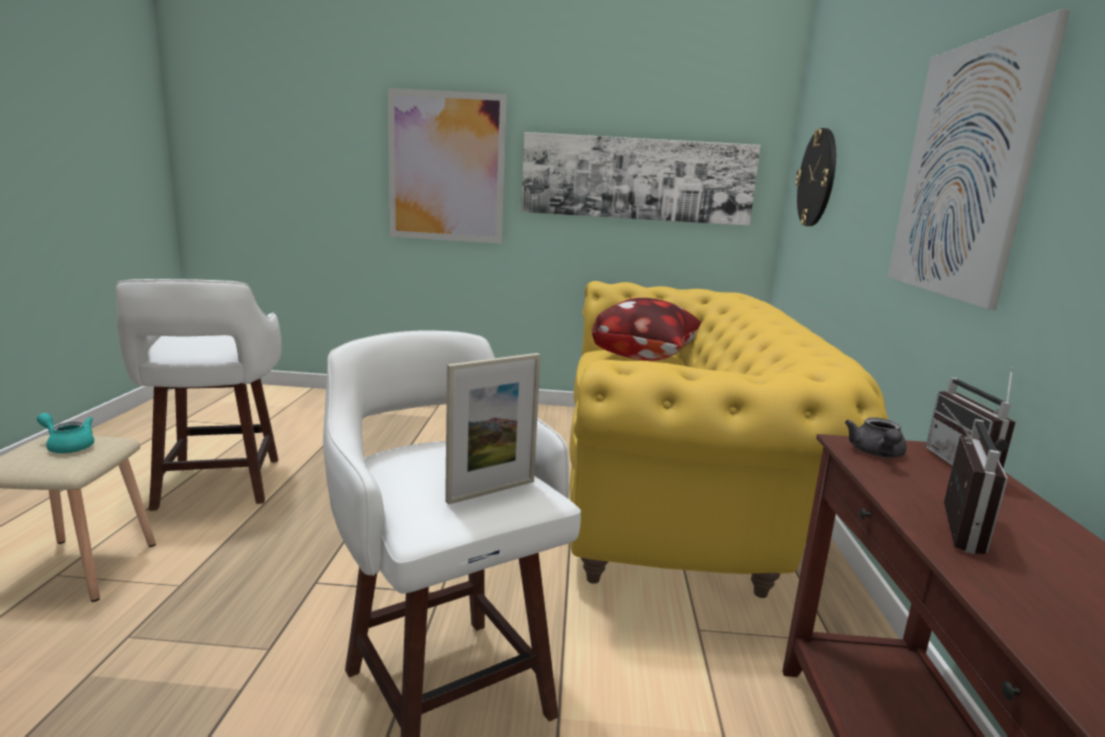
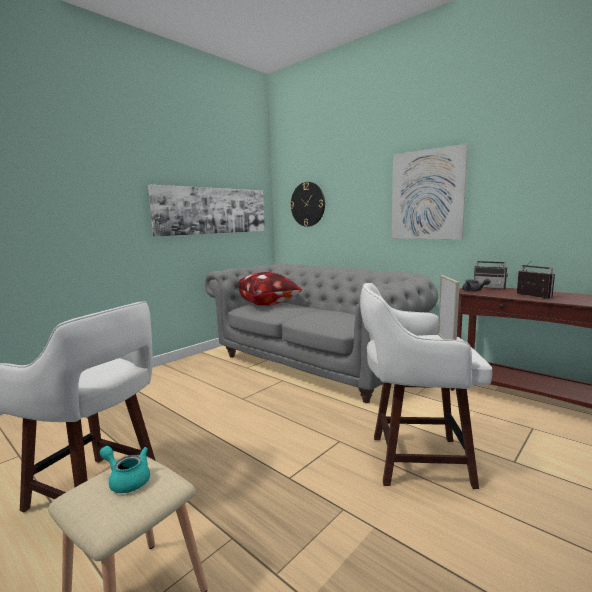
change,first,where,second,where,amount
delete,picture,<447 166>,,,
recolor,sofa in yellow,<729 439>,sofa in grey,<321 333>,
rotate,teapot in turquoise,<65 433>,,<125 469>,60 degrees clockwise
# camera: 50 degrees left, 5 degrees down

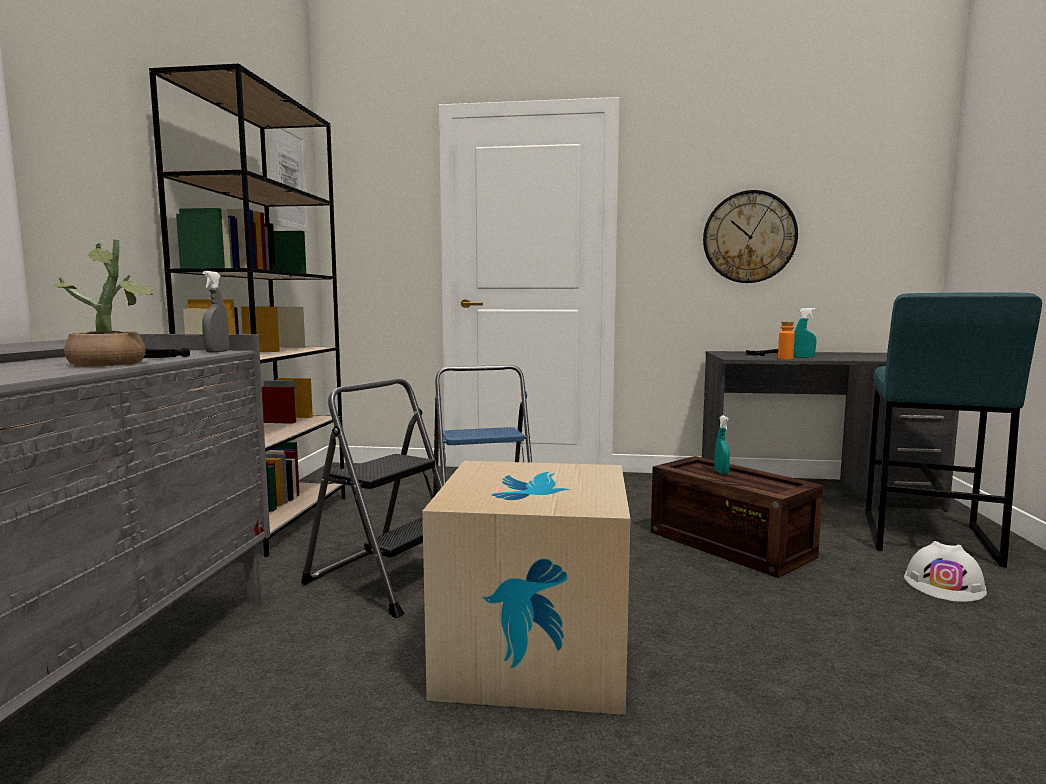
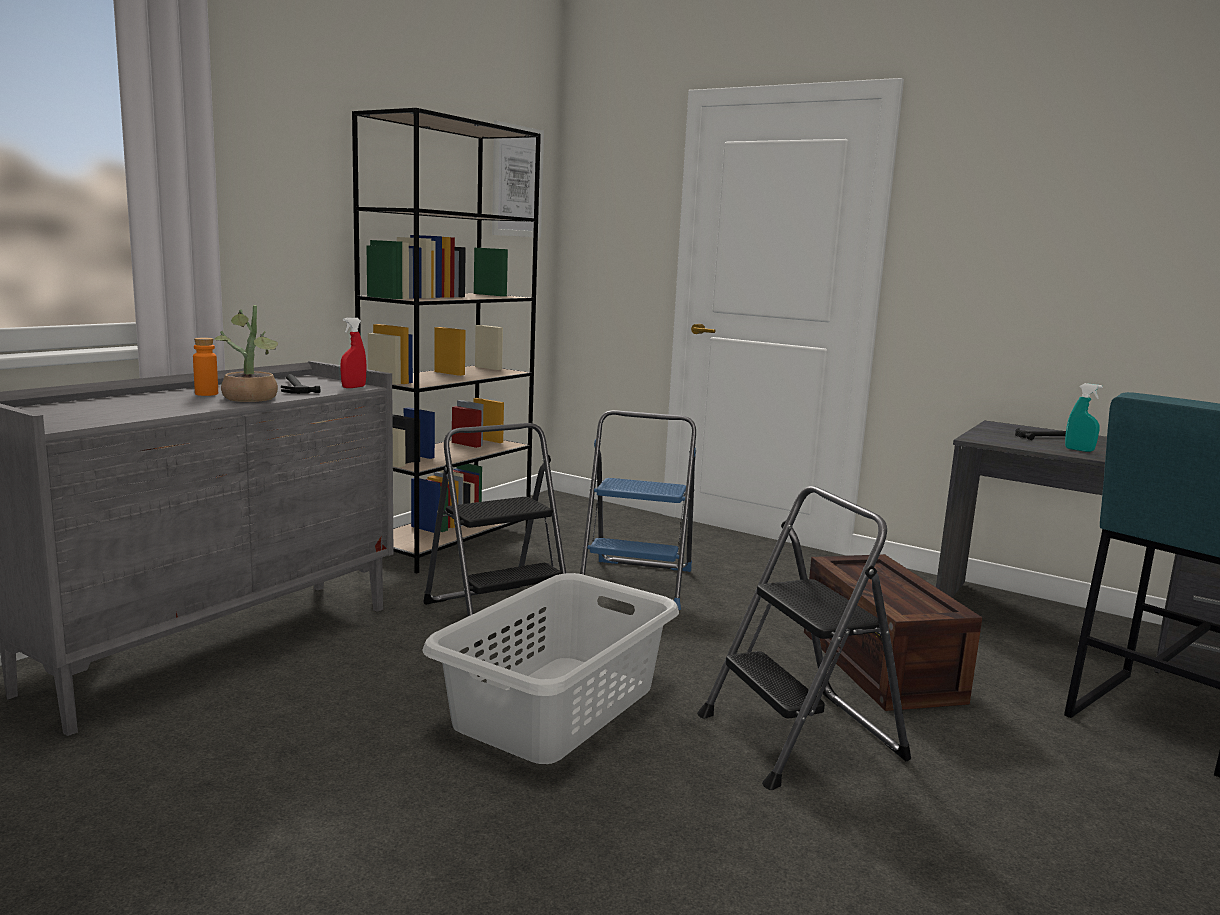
change,first,where,second,where,amount
delete,wall clock,<750 236>,,,
recolor,spray bottle in grey,<215 312>,spray bottle in red,<354 352>,
move,bottle in orange,<786 340>,,<205 367>,
delete,spray bottle in turquoise,<722 445>,,,
replace,cardboard box,<526 588>,laundry basket in grey,<550 668>,
delete,hard hat in white,<945 571>,,,
insert,,,step ladder in black,<804 638>,
# camera: 25 degrees right, 5 degrees up

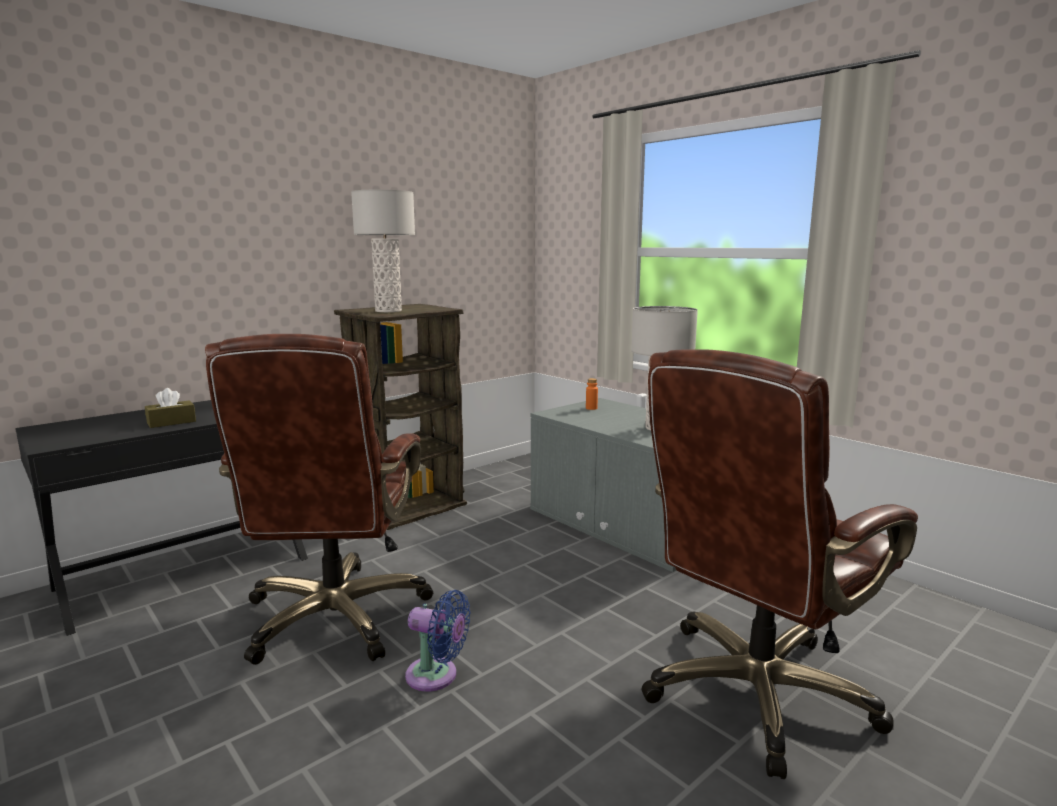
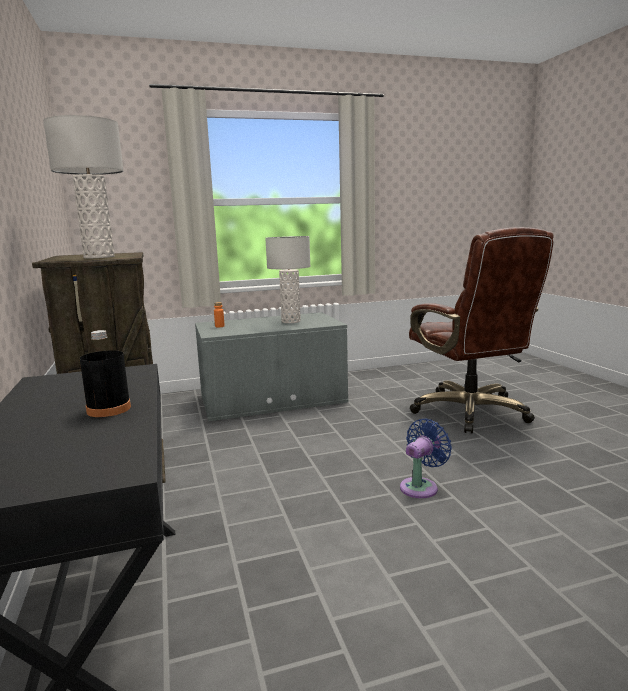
change,first,where,second,where,amount
delete,office chair in brown,<319 499>,,,
replace,tissue box in brown,<170 408>,bottle in black,<105 373>,
# camera: 65 degrees left, 0 degrees up

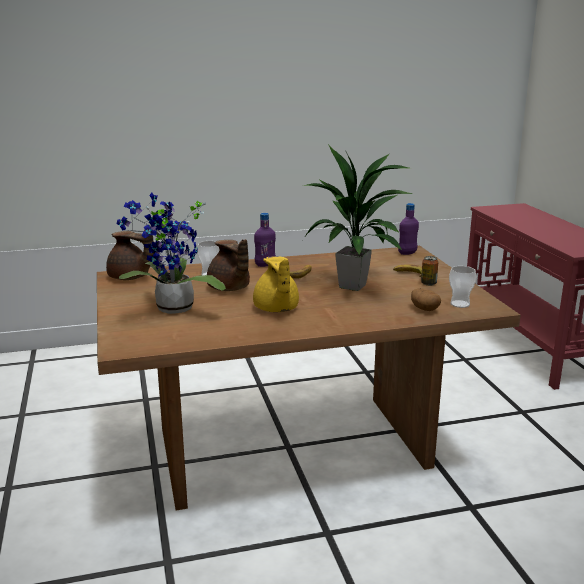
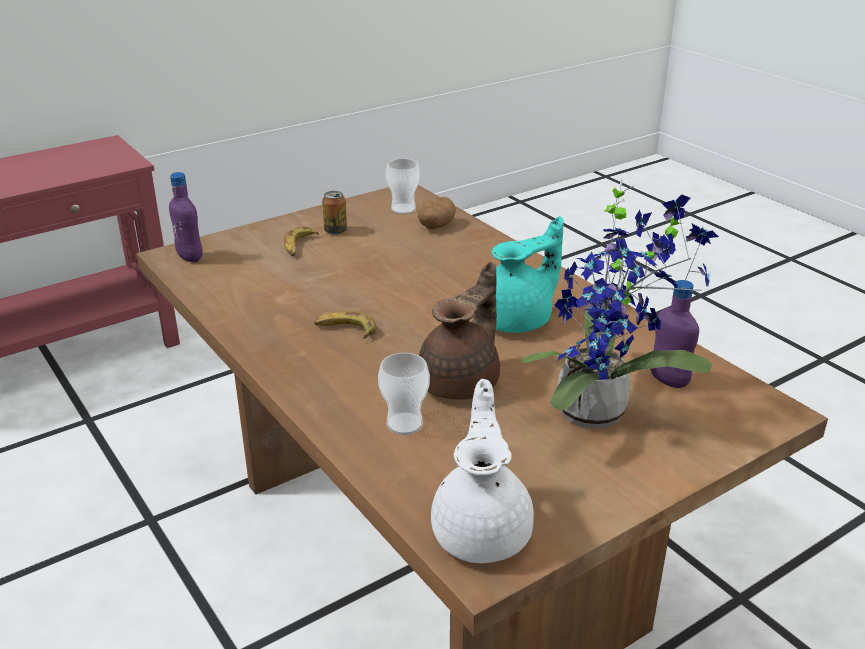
change,first,where,second,where,amount
delete,potted plant,<357 217>,,,
move,bottle in purple,<265 240>,,<674 334>,
recolor,teapot in brown,<130 255>,teapot in white,<482 471>,
recolor,teapot in yellow,<276 284>,teapot in turquoise,<528 274>,
# camera: 110 degrees left, 10 degrees up

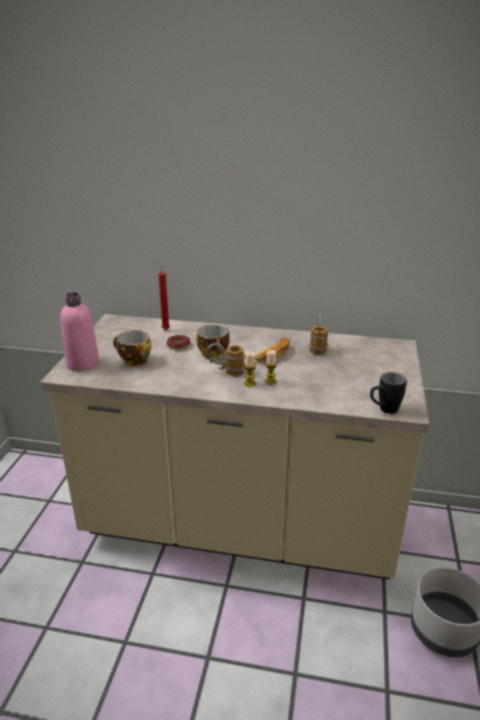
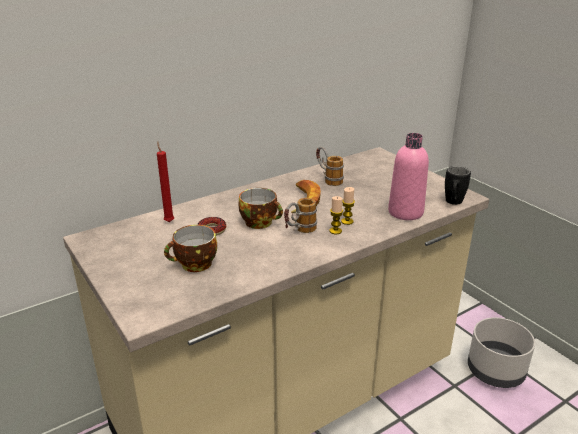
change,first,where,second,where,amount
move,bottle in pink,<79 331>,,<408 176>,
# camera: 45 degrees left, 0 degrees up

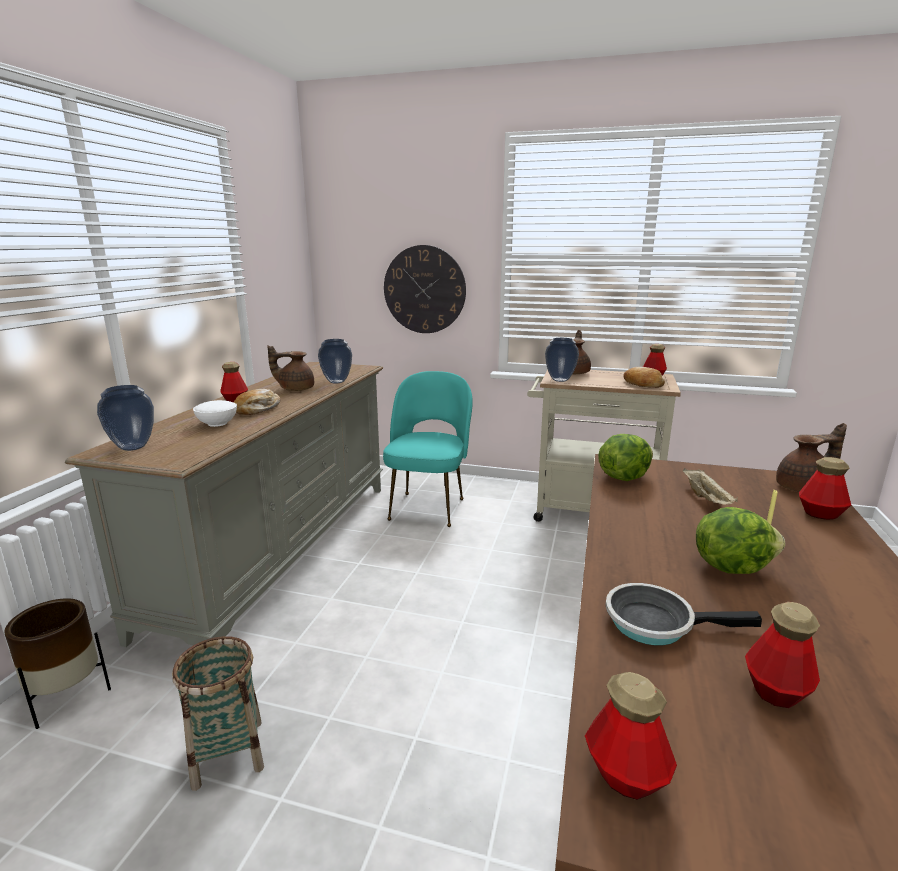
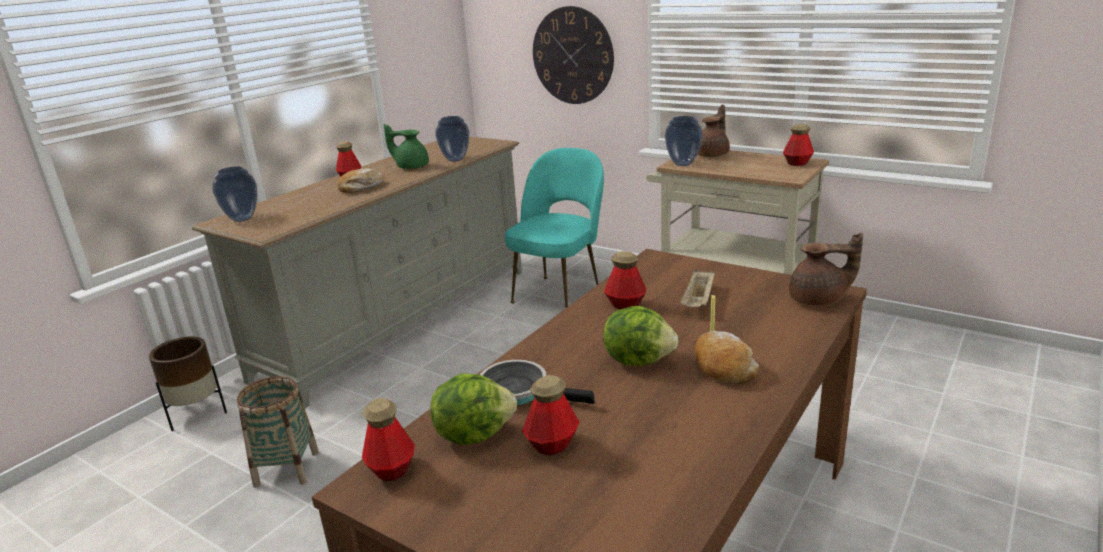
change,first,where,second,where,amount
recolor,teapot in brown,<290 368>,teapot in green,<406 146>,
move,bread,<644 377>,,<726 357>,
delete,bowl in white,<215 413>,,,
move,lettuce,<625 457>,,<473 409>,
move,bottle,<825 488>,,<625 280>,
# camera: 20 degrees right, 5 degrees up

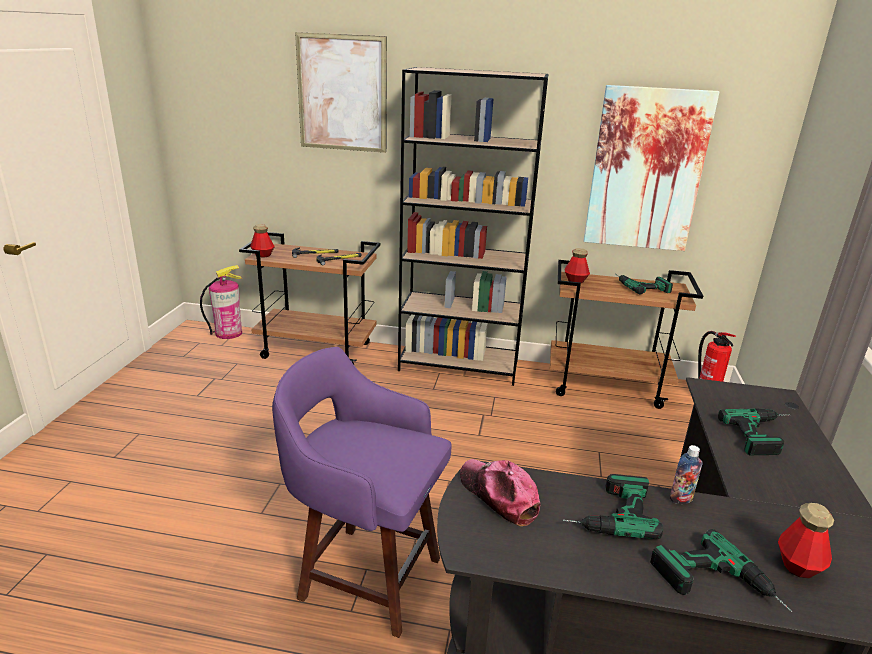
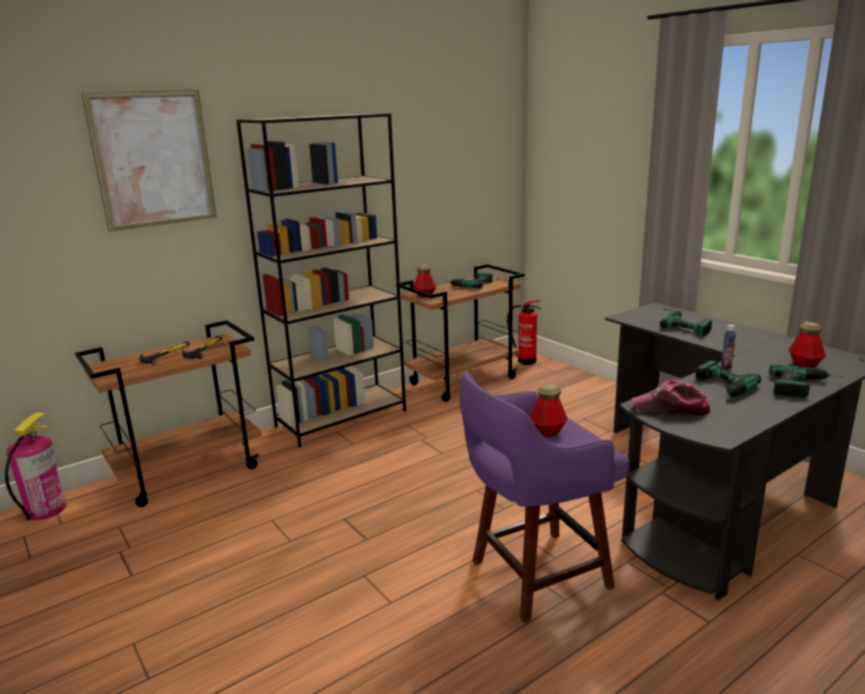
change,first,where,second,where,amount
delete,picture,<651 168>,,,
move,bottle,<262 240>,,<549 410>,
# camera: 45 degrees left, 5 degrees down

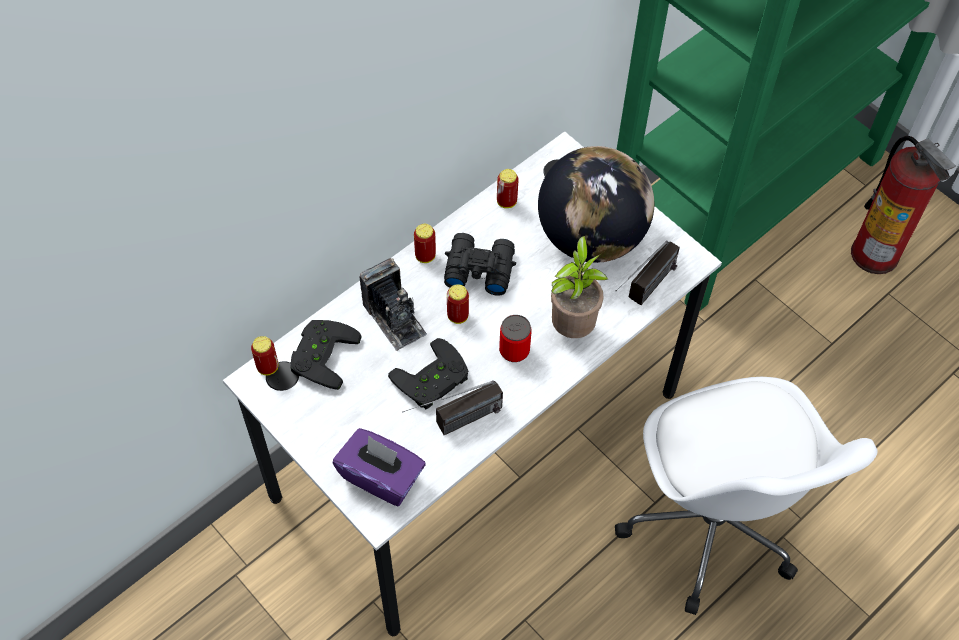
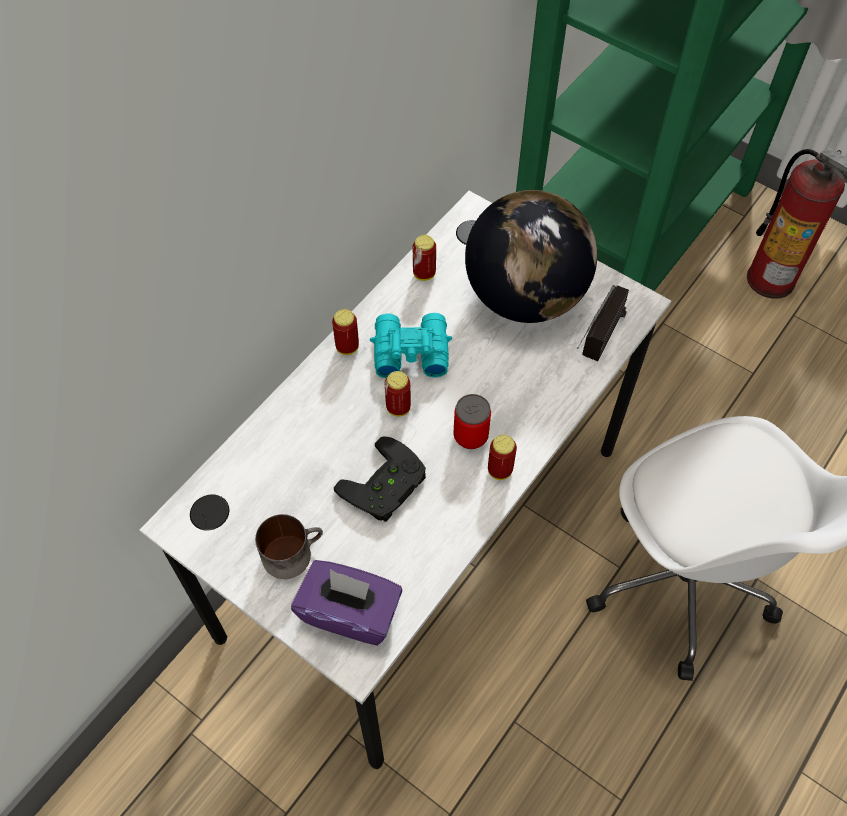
change,first,where,second,where,amount
recolor,binoculars in black,<480 264>,binoculars in turquoise,<411 345>,
delete,potted plant,<579 287>,,,
delete,photo camera,<393 304>,,,
delete,game controller in black,<326 355>,,,
move,can,<264 355>,,<502 457>,
delete,radio,<452 407>,,,
insert,,,mug,<289 546>,
# camera: 10 degrees left, 0 degrees up

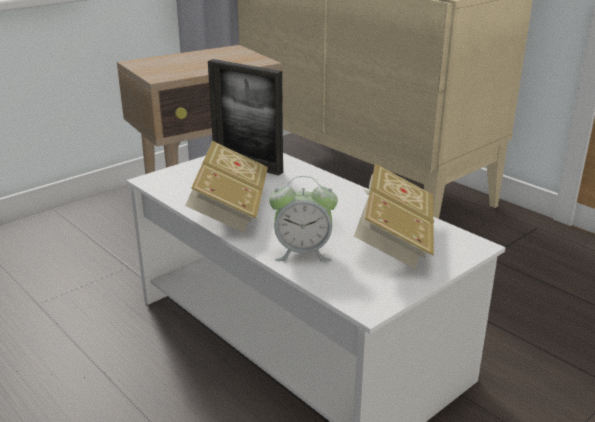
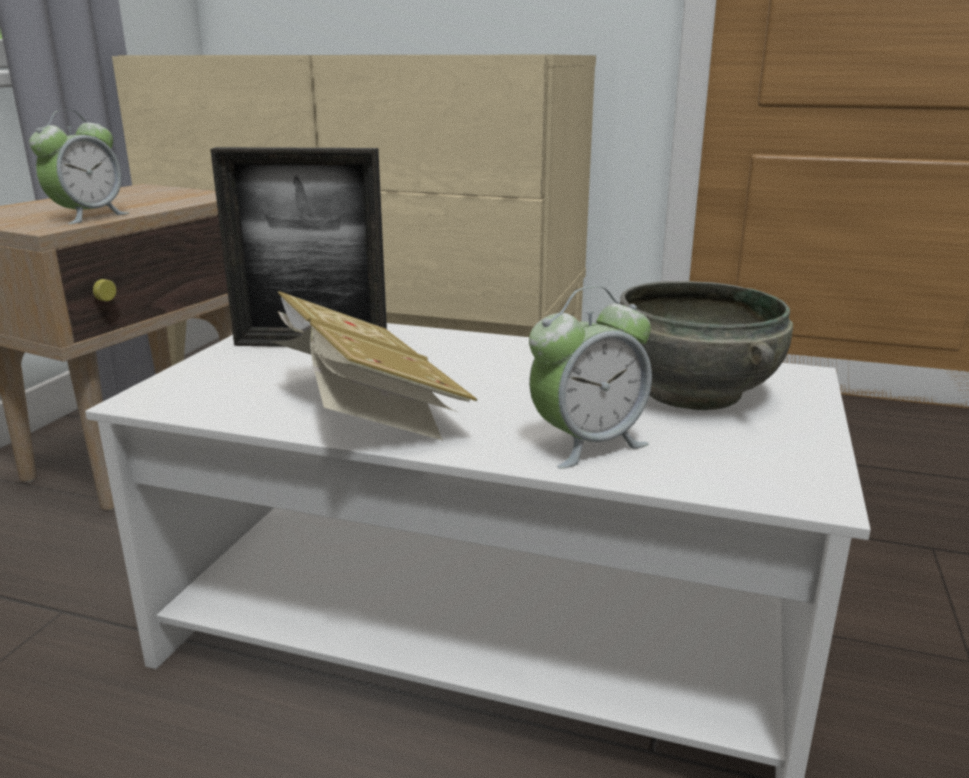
change,first,where,second,where,amount
replace,book,<394 216>,bowl in grey,<706 345>,
insert,,,alarm clock,<79 167>,
# camera: 30 degrees left, 5 degrees down

